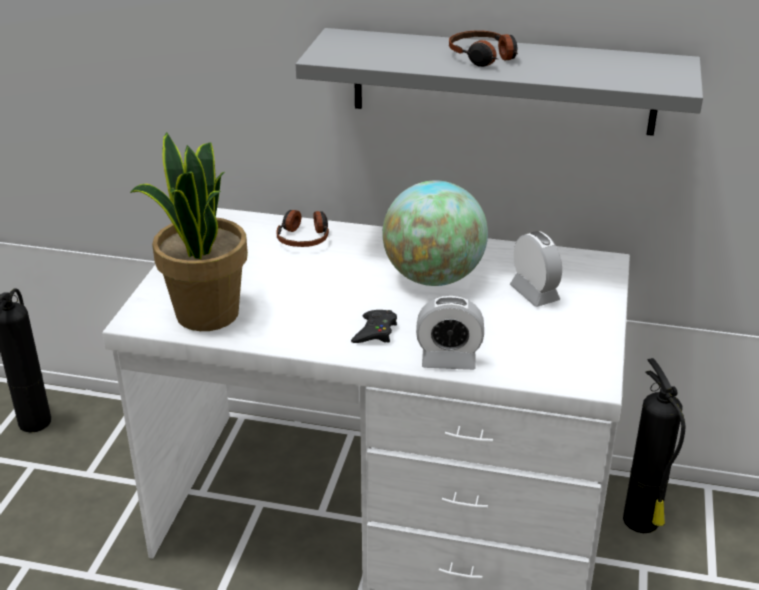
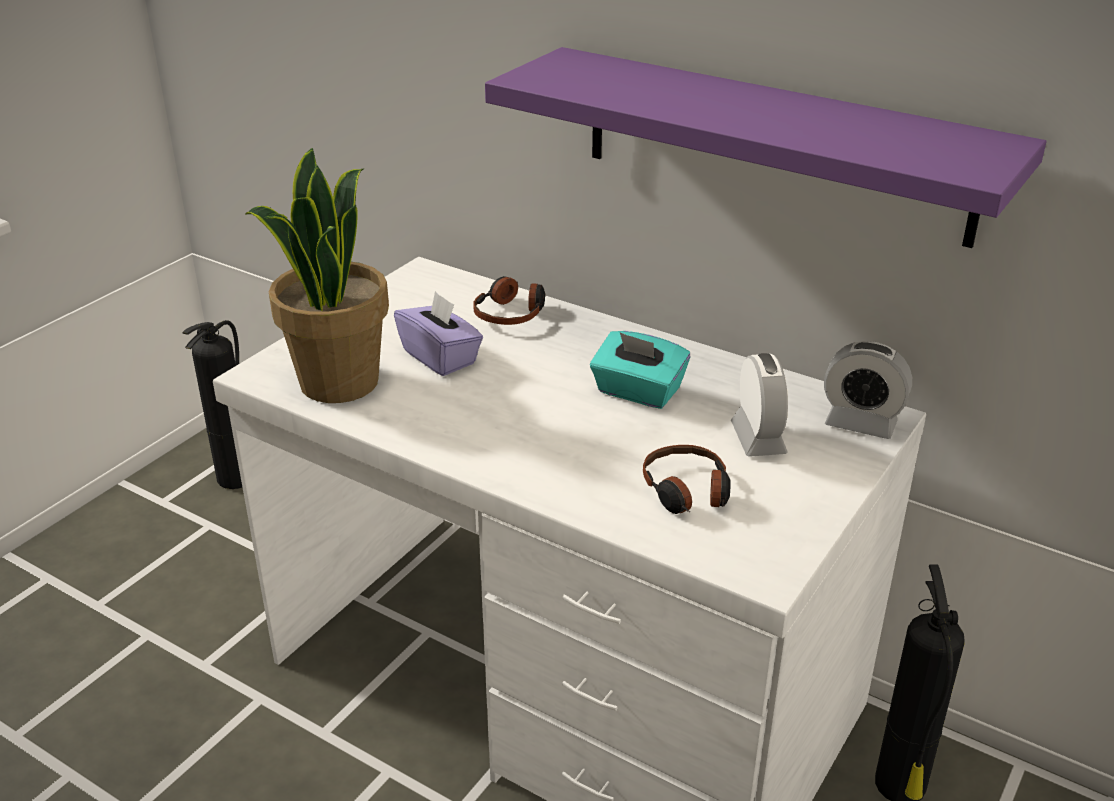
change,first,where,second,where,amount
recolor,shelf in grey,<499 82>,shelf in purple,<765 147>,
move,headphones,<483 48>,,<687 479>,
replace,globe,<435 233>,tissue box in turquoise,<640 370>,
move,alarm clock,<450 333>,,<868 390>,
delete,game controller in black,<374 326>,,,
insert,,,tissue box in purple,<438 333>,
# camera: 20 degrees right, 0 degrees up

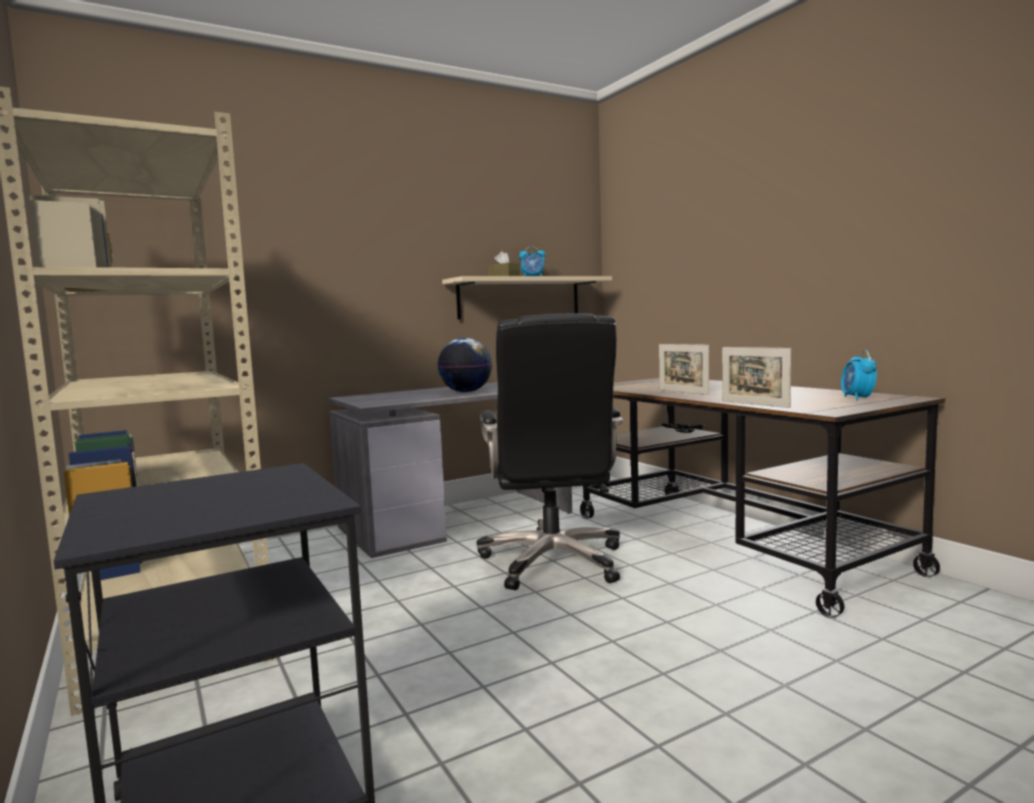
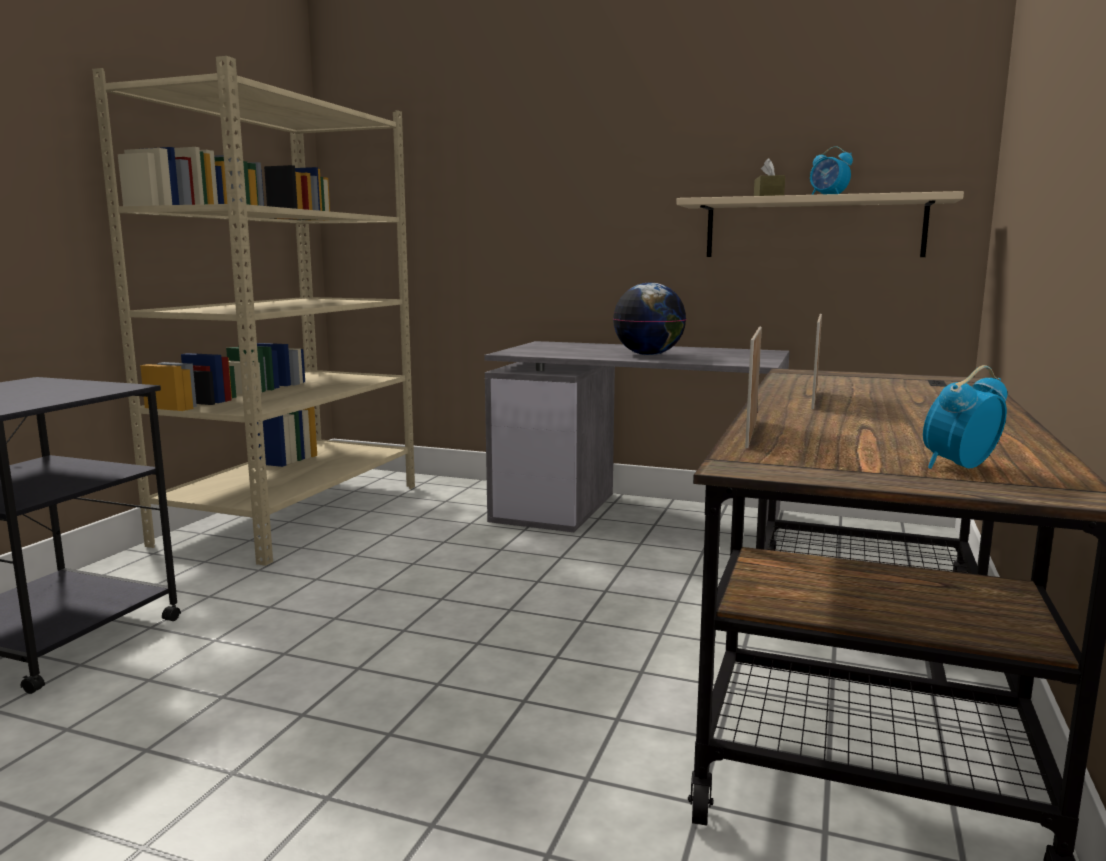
change,first,where,second,where,amount
delete,office chair in black,<550 451>,,,
# camera: 50 degrees right, 5 degrees up

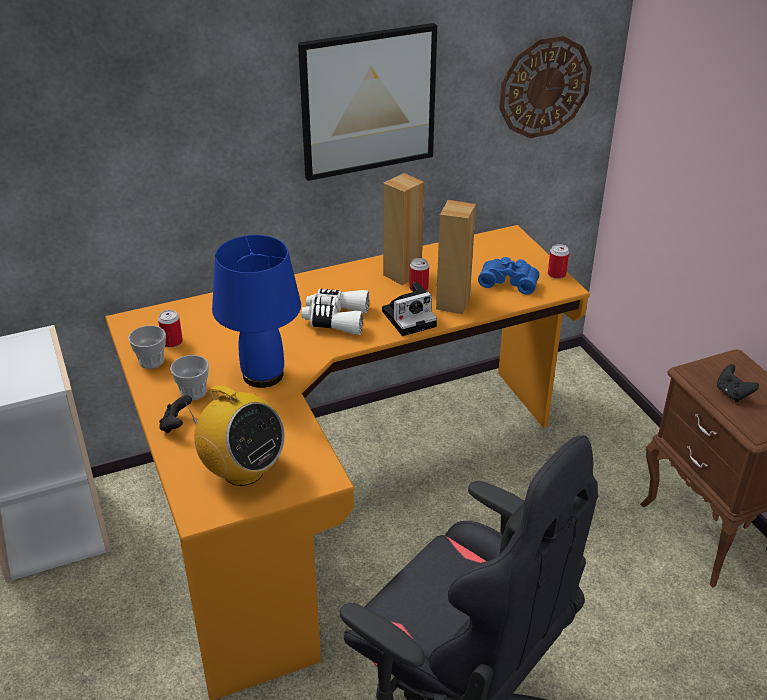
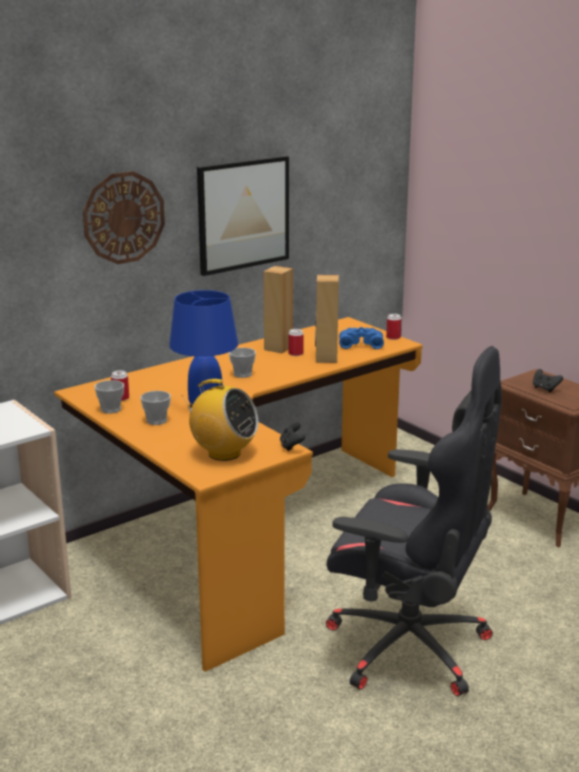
change,first,where,second,where,amount
move,wall clock,<545 87>,,<124 217>,
delete,photo camera,<409 309>,,,
replace,binoculars in white,<335 312>,cup,<242 363>,
move,game controller in black,<175 414>,,<292 436>,
# camera: 15 degrees left, 15 degrees down

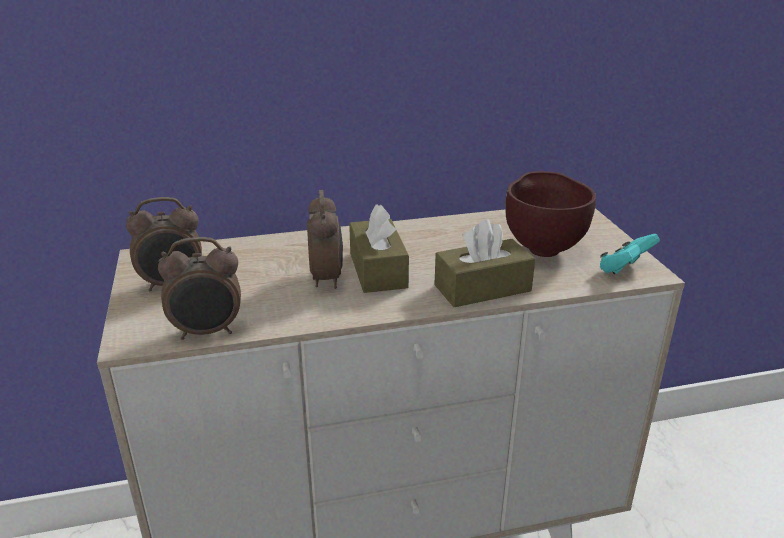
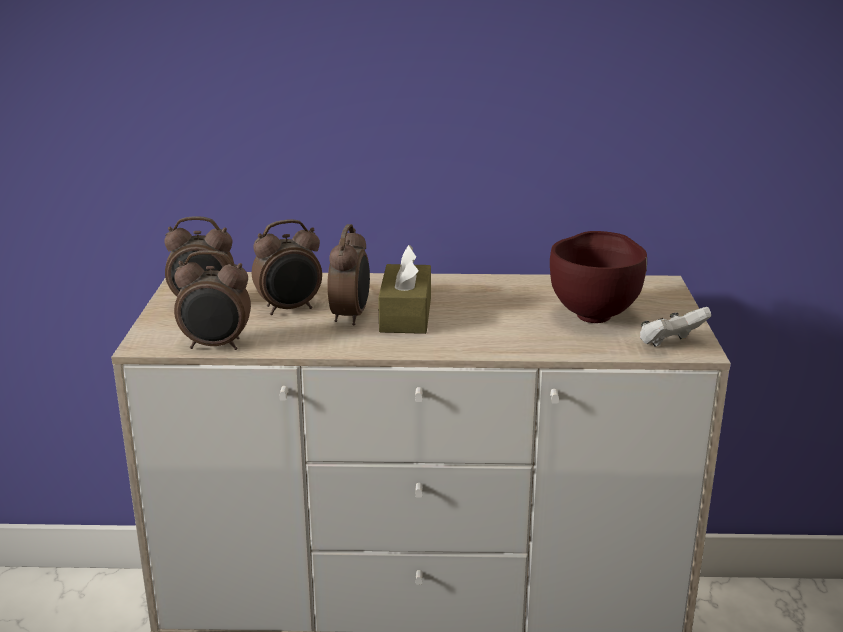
change,first,where,second,where,amount
delete,tissue box in brown,<484 263>,,,
recolor,game controller in turquoise,<630 254>,game controller in white,<675 327>,
insert,,,alarm clock,<287 267>,
# camera: 15 degrees right, 5 degrees down

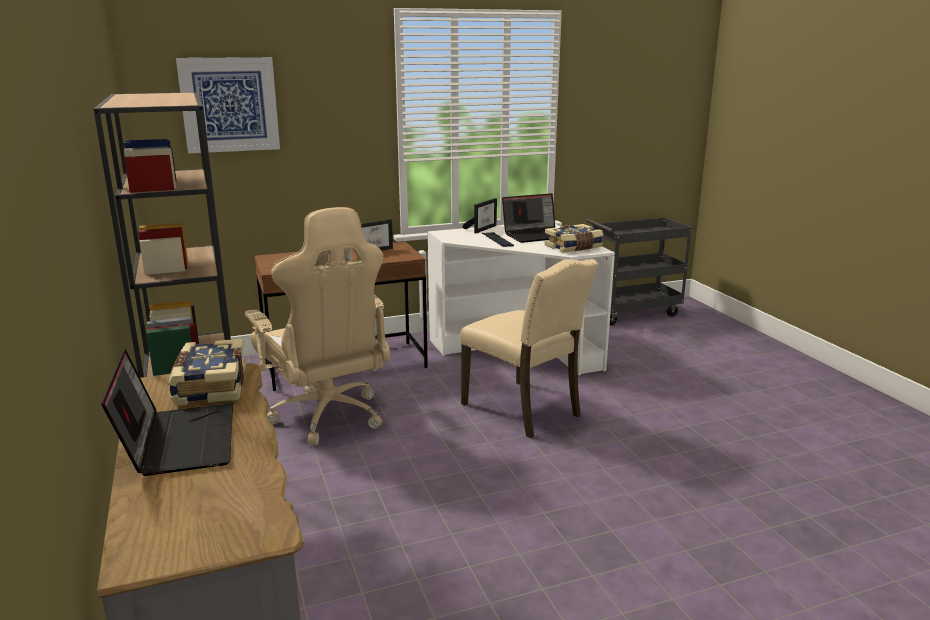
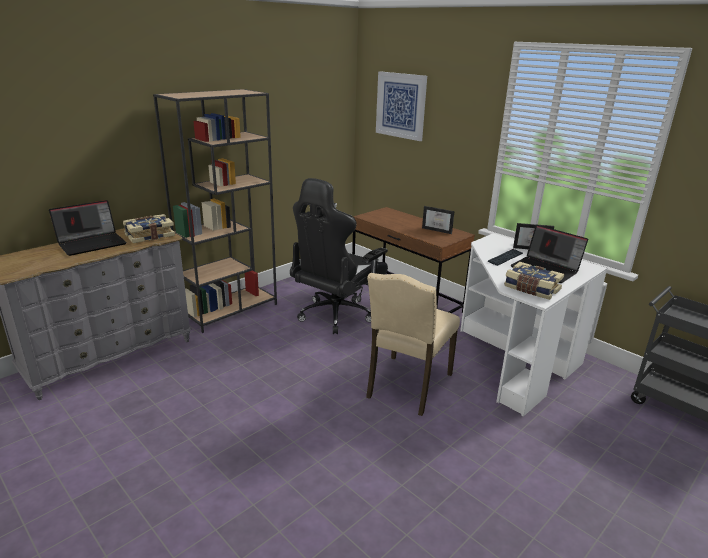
change,first,where,second,where,amount
recolor,office chair in beige,<317 326>,office chair in black,<339 256>,
# camera: 65 degrees right, 5 degrees up

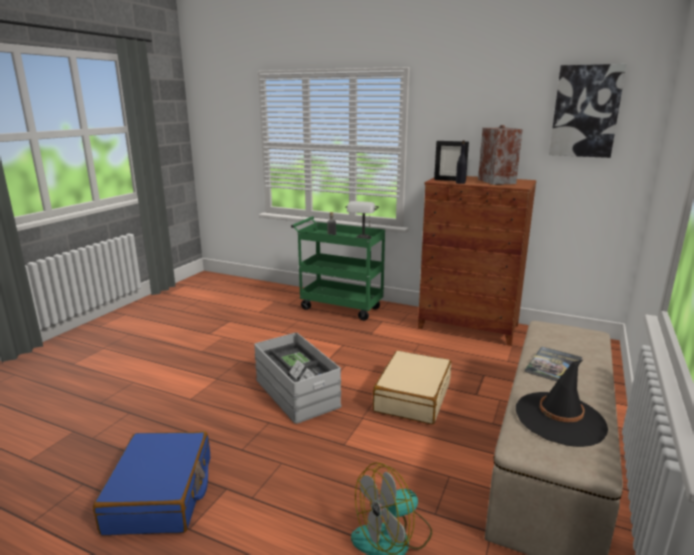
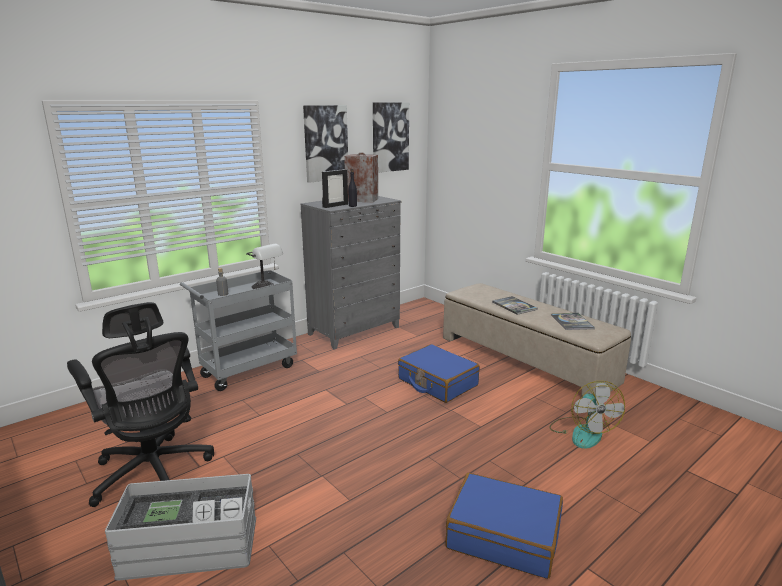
change,first,where,second,where,amount
recolor,dresser in brown,<477 261>,dresser in grey,<351 273>,
recolor,cart in green,<338 268>,cart in grey,<238 330>,
move,storage box in grey,<298 378>,,<180 527>,
recolor,suitcase in beige,<412 387>,suitcase in blue,<439 373>,
replace,hat in black,<562 403>,book,<573 321>,
insert,,,picture,<325 144>,
insert,,,office chair,<140 404>,
# camera: 65 degrees left, 0 degrees up

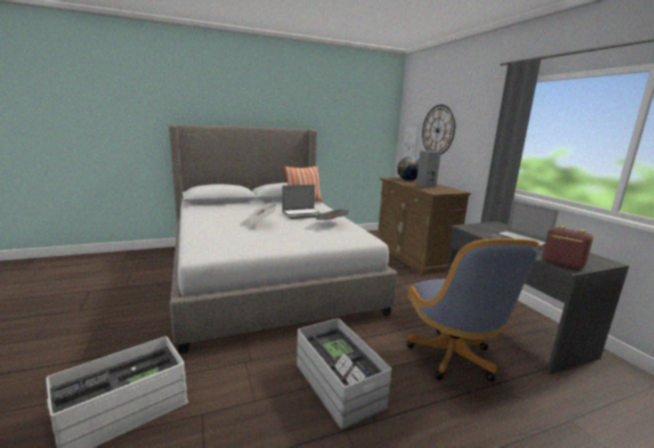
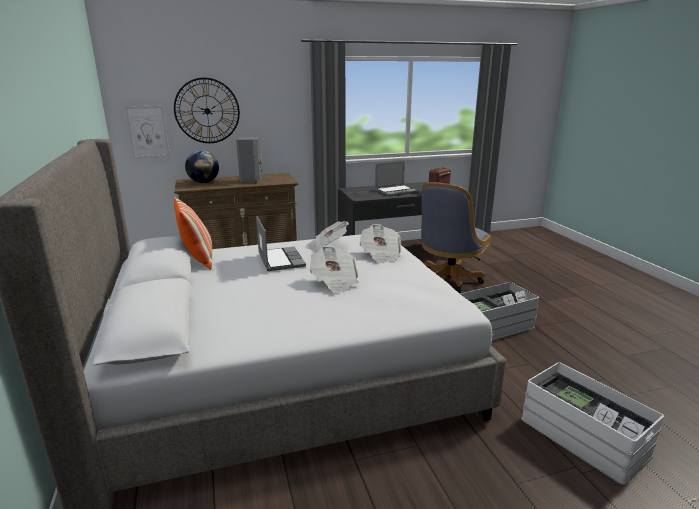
change,first,where,second,where,amount
rotate,office chair in blue,<473 310>,,<456 237>,120 degrees clockwise
insert,,,newspaper,<380 244>,
# camera: 85 degrees left, 5 degrees up

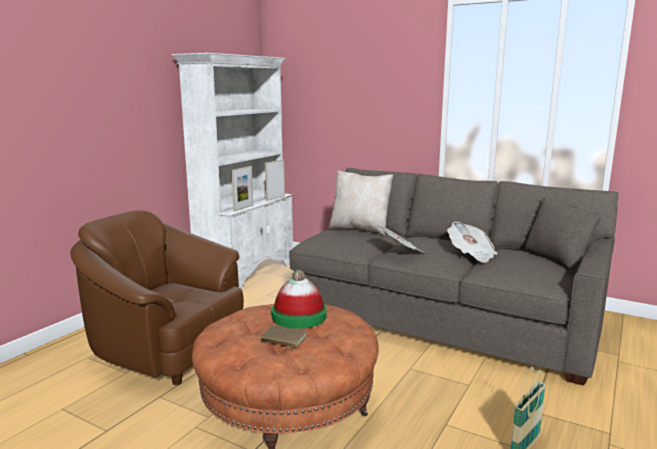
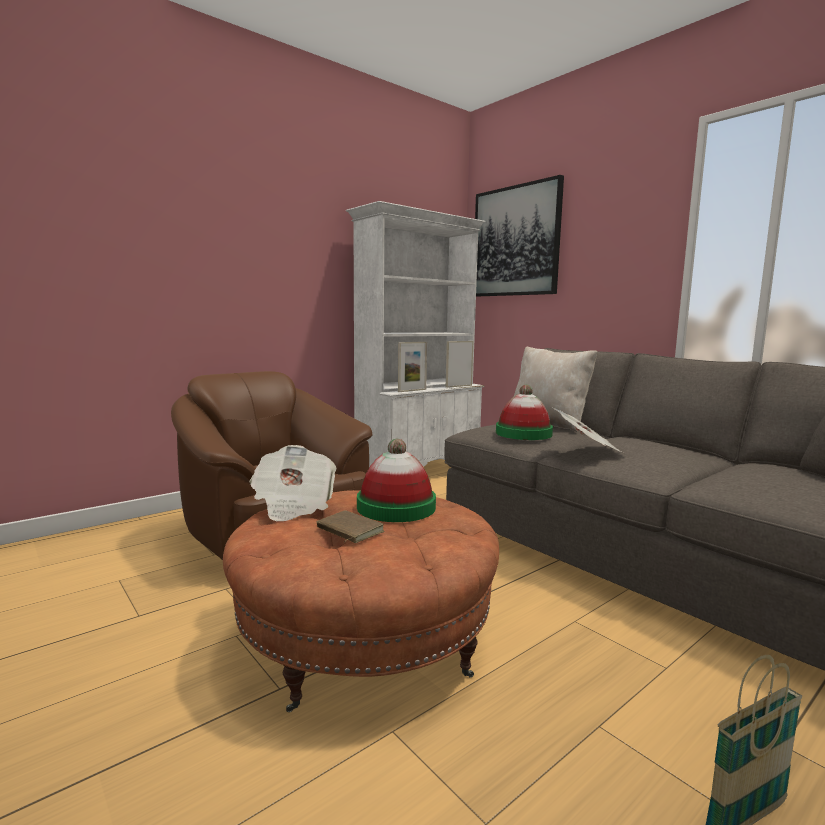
change,first,where,second,where,amount
move,newspaper,<472 242>,,<293 483>,
insert,,,picture,<519 236>,
insert,,,hat,<524 412>,
# camera: 20 degrees right, 5 degrees down

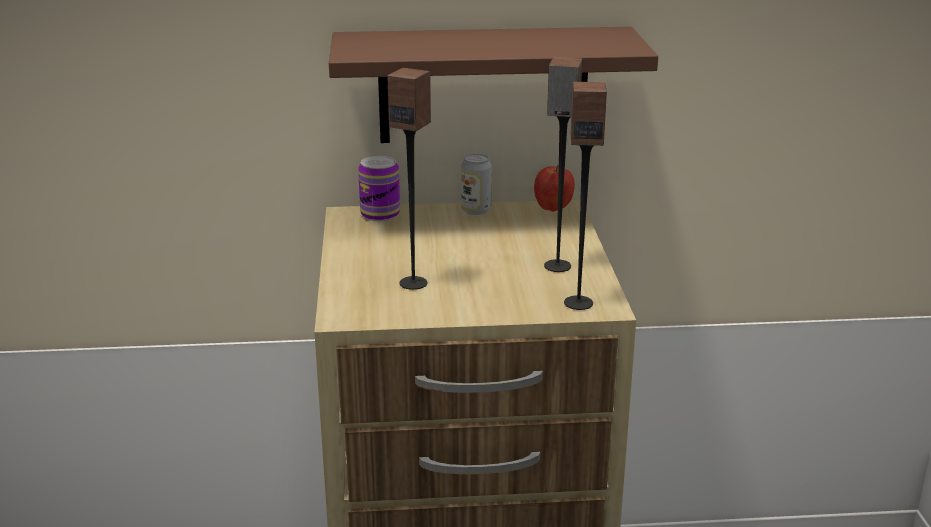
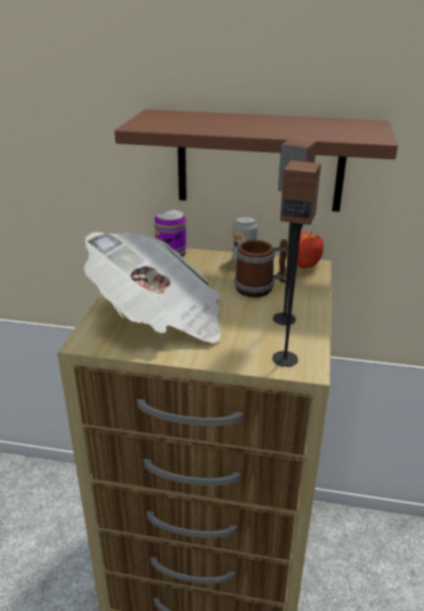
change,first,where,second,where,amount
replace,speaker,<409 179>,newspaper,<152 287>,
insert,,,mug,<261 268>,
# camera: 15 degrees right, 5 degrees up

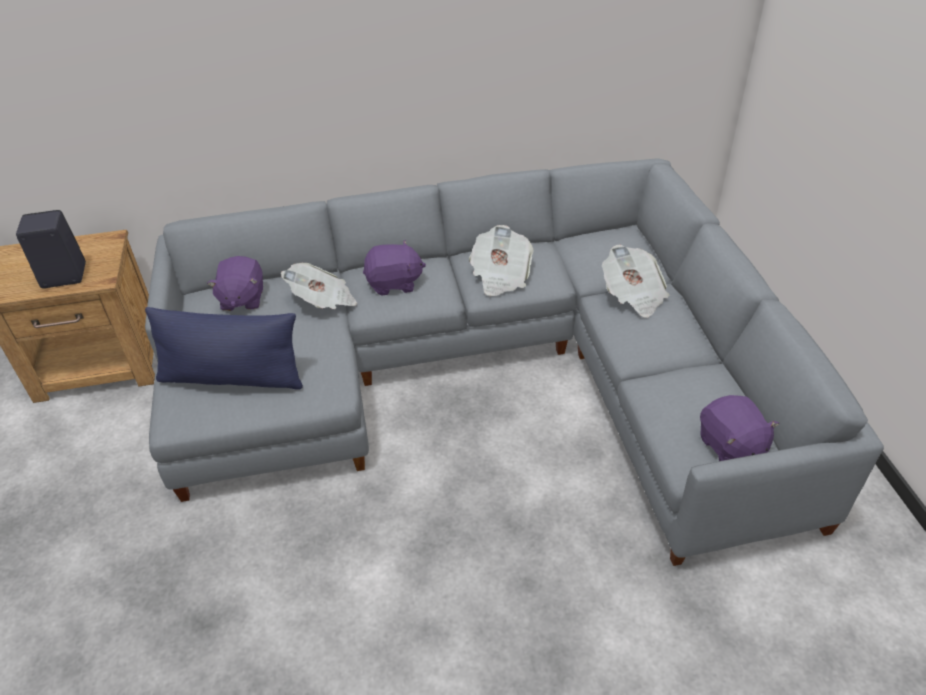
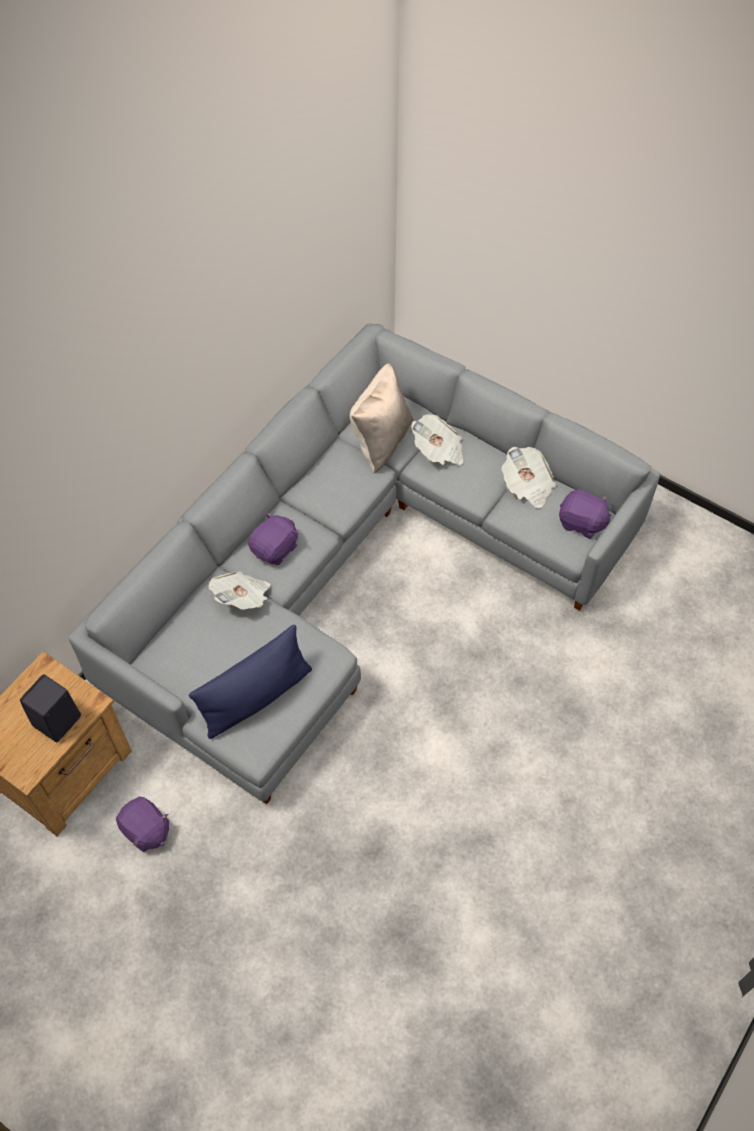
change,first,where,second,where,amount
move,newspaper,<501 260>,,<529 477>,
move,plush toy in purple,<235 283>,,<143 824>,
insert,,,pillow in beige,<382 418>,
# camera: 45 degrees left, 15 degrees up

